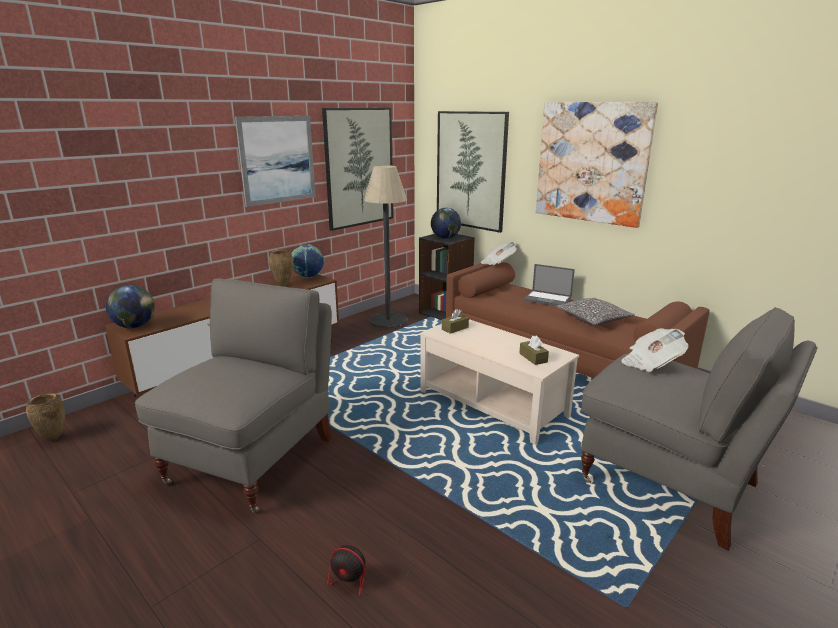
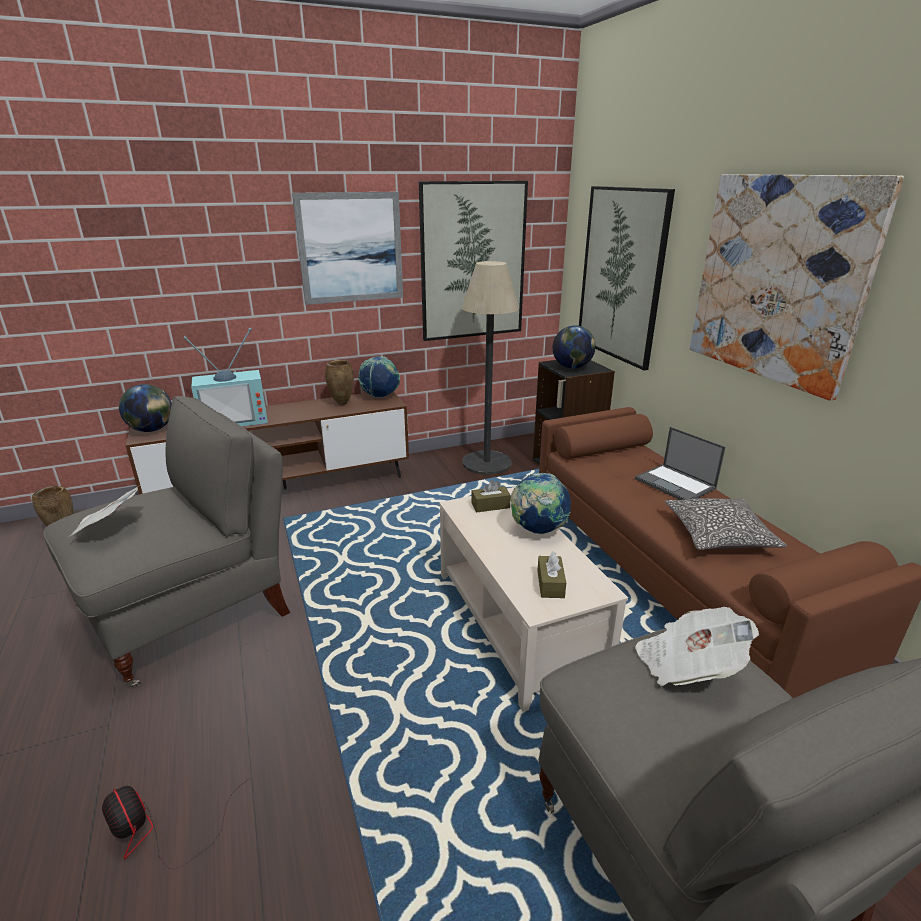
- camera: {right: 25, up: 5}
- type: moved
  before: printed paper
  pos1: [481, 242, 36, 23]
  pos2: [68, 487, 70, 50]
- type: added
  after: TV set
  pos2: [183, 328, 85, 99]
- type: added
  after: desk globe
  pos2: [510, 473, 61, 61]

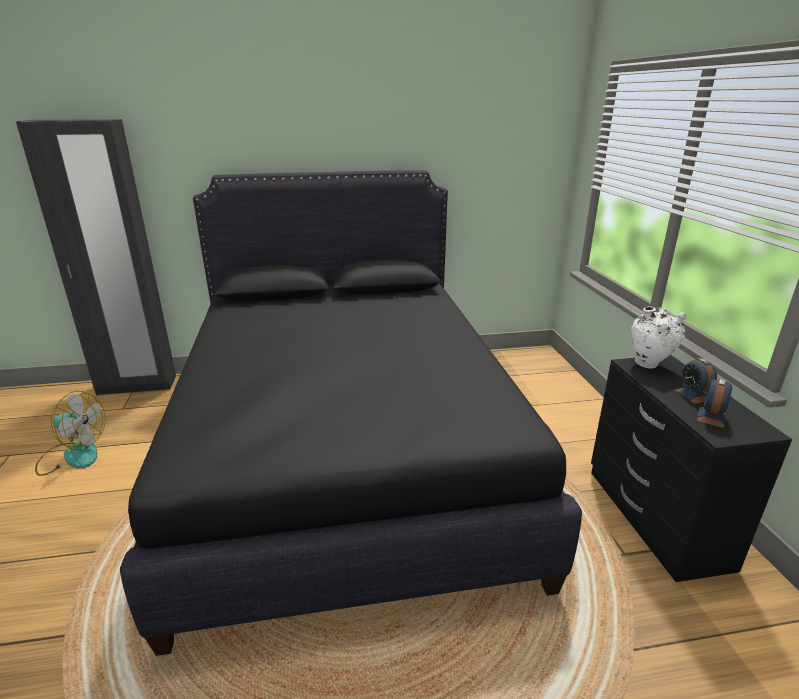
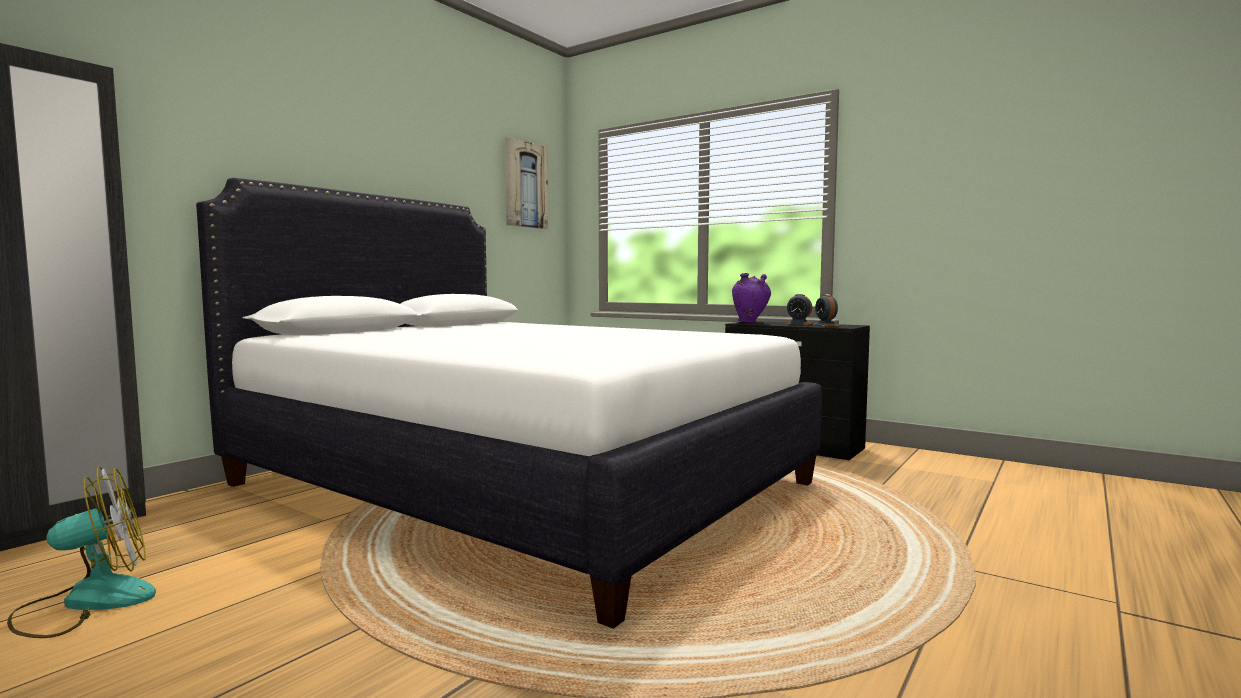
- camera: {right: -45, up: -20}
- type: recoloured
  before: bedroom bed in blackish
  after: bedroom bed in whitish
  pos1: [120, 170, 462, 486]
  pos2: [196, 178, 626, 451]
- type: added
  after: wall art
  pos2: [505, 137, 43, 92]
- type: recoloured
  before: flower vase in whitish
  after: flower vase in purple-coloured
  pos1: [631, 307, 55, 61]
  pos2: [732, 273, 39, 50]

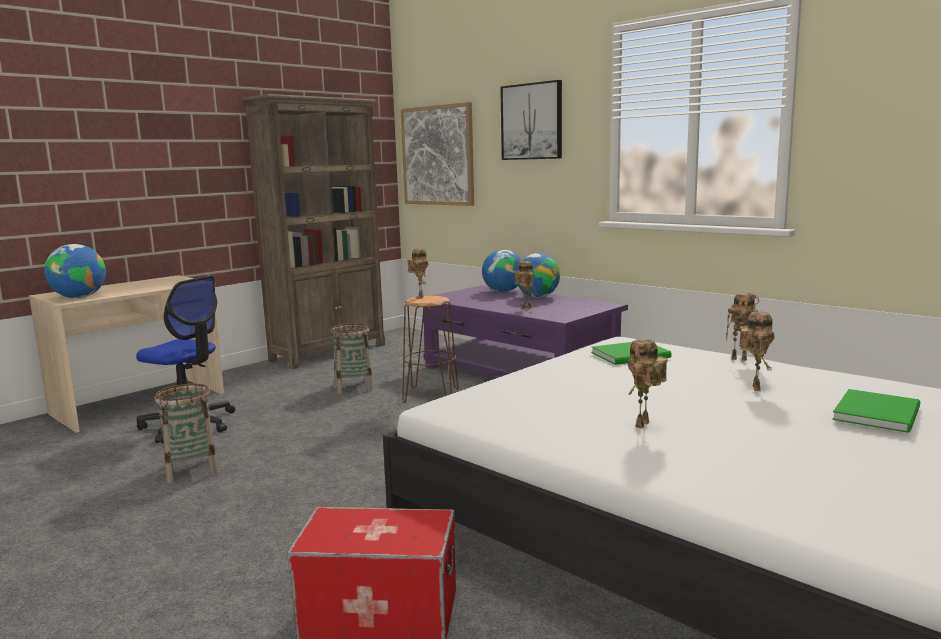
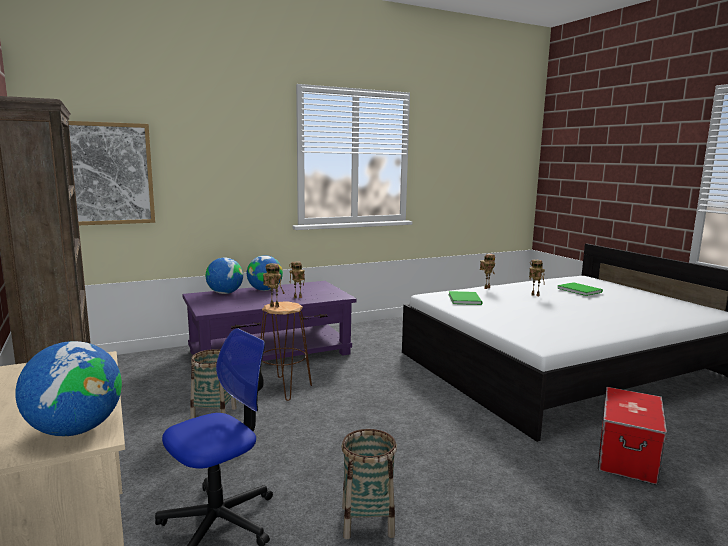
- camera: {right: -70, up: 0}
- type: removed
  before: wall art
  pos1: [500, 80, 62, 80]
- type: removed
  before: robot figure
  pos1: [628, 339, 39, 89]

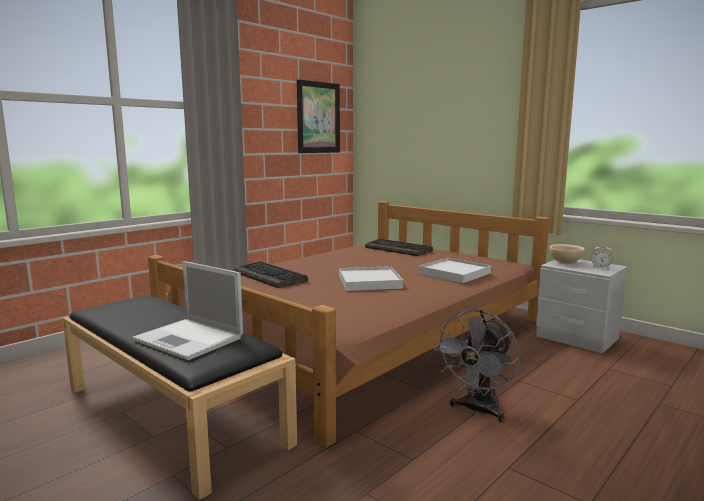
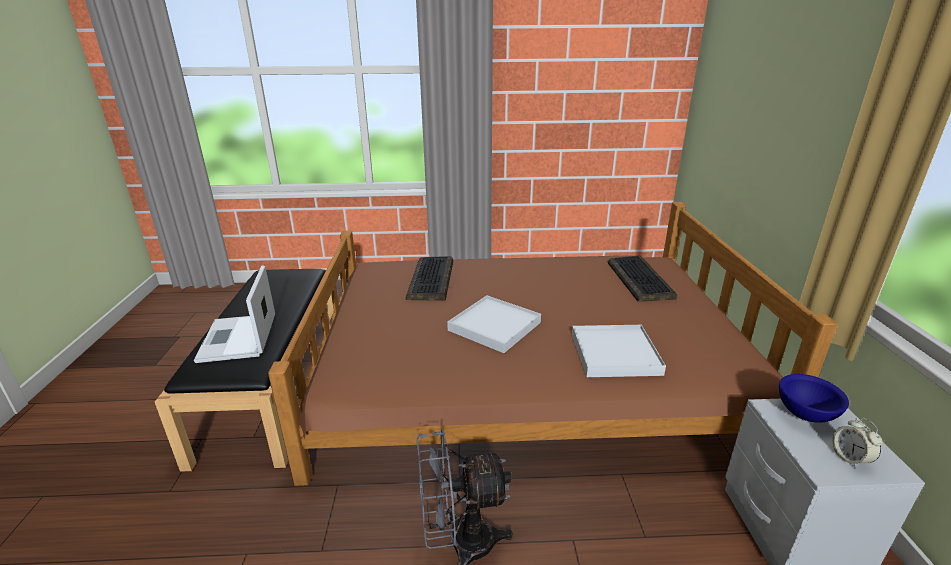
- camera: {right: 45, up: 15}
- type: recoloured
  before: deep dish in sand-coloured
  after: deep dish in blue-coloured
  pos1: [549, 244, 36, 20]
  pos2: [779, 374, 70, 49]
- type: removed
  before: wall art
  pos1: [297, 79, 43, 74]

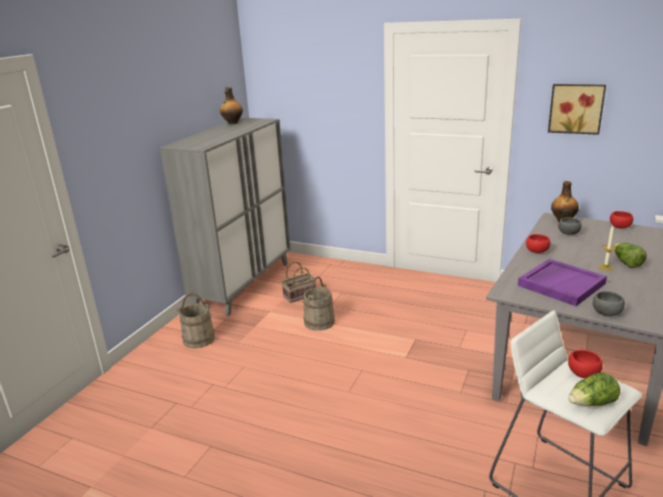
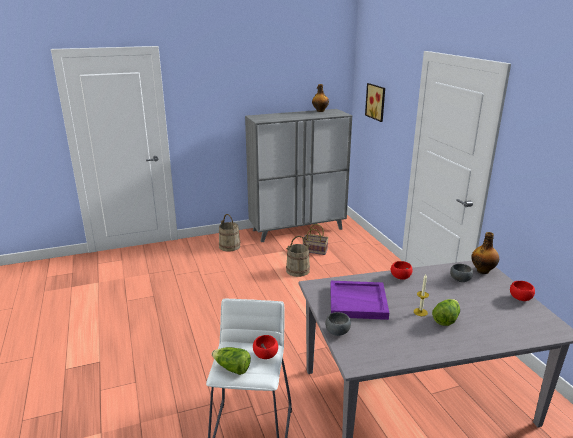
- camera: {right: 45, up: 0}
- type: moved
  before: wall art
  pos1: [548, 84, 58, 51]
  pos2: [365, 83, 20, 39]

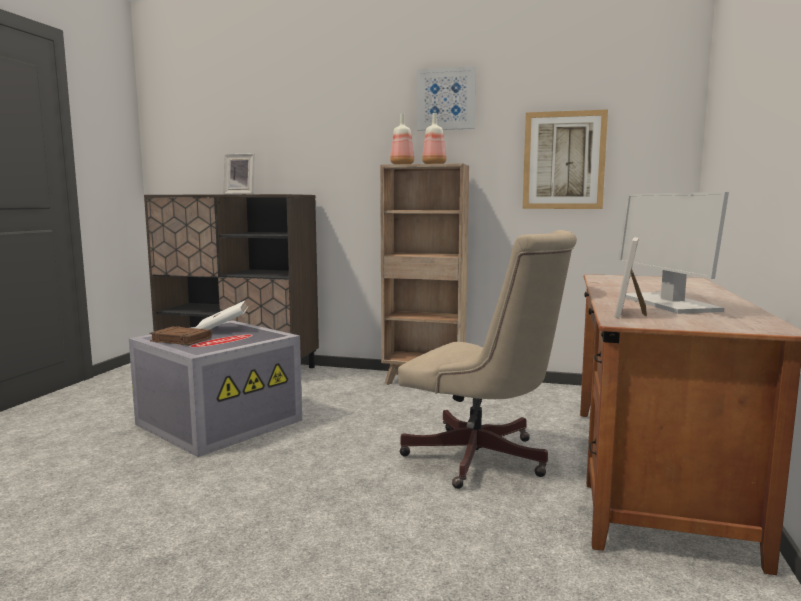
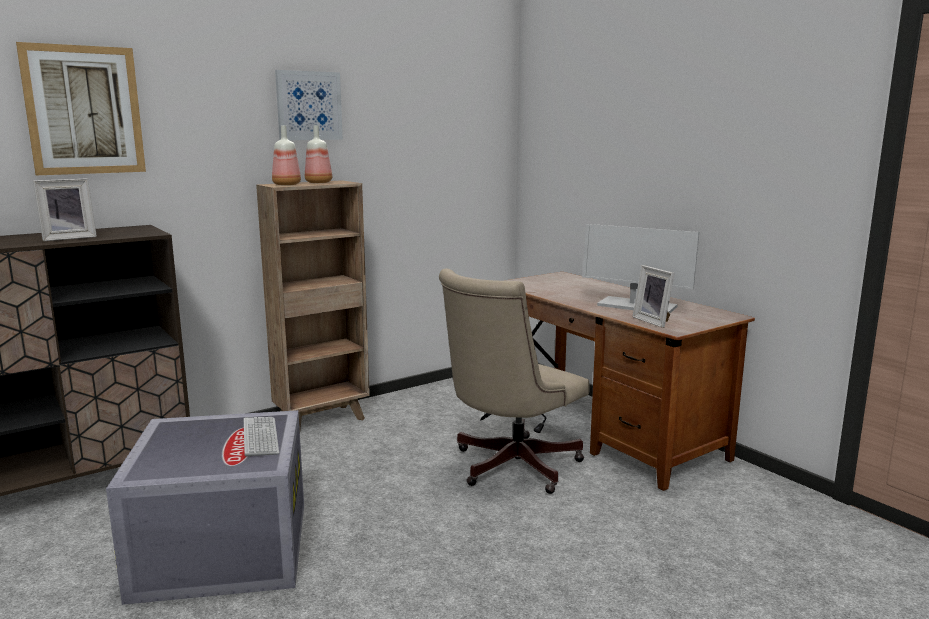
- camera: {right: -50, up: 5}
- type: moved
  before: wall art
  pos1: [523, 109, 85, 100]
  pos2: [16, 42, 130, 133]
- type: added
  after: keyboard
  pos2: [244, 417, 35, 39]
- type: turned
  before: desk chair in sand-coloured
  pos1: [398, 230, 179, 259]
  pos2: [439, 269, 151, 225]
  turn: 150
- type: removed
  before: book in brown-coloured
  pos1: [149, 326, 63, 19]
- type: removed
  before: book in whitish
  pos1: [195, 301, 53, 29]

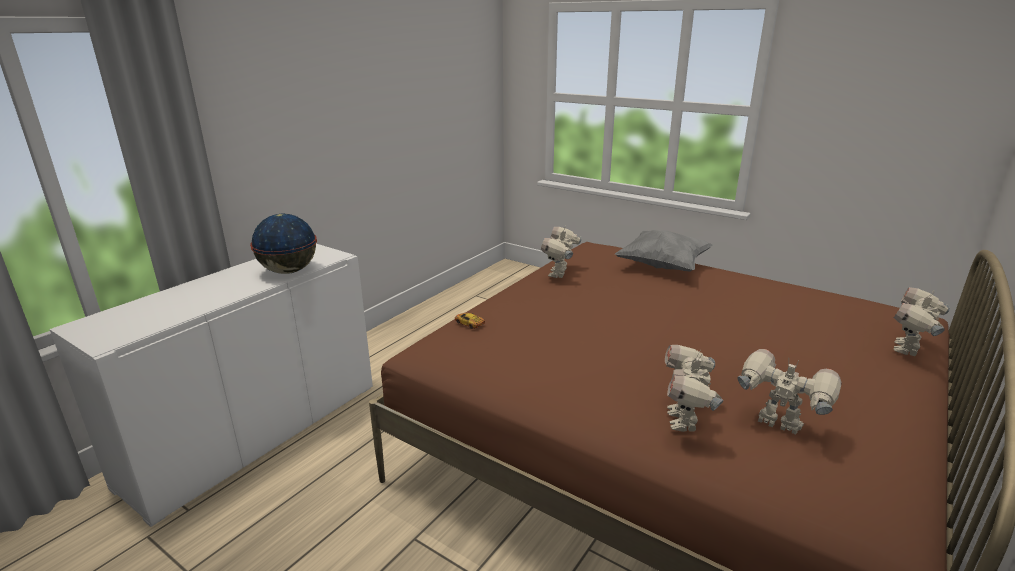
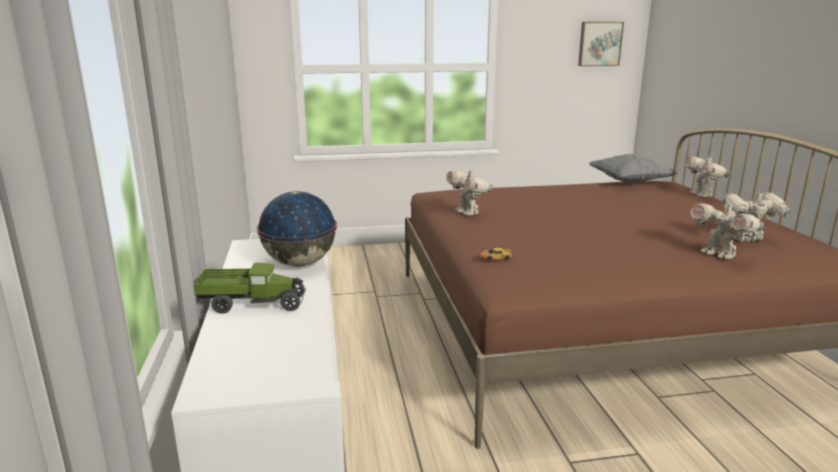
- camera: {right: -45, up: -5}
- type: added
  after: toy truck
  pos2: [193, 263, 113, 51]
- type: added
  after: wall art
  pos2: [578, 22, 46, 44]
- type: moved
  before: pillow in grey
  pos1: [615, 230, 98, 42]
  pos2: [588, 154, 89, 30]

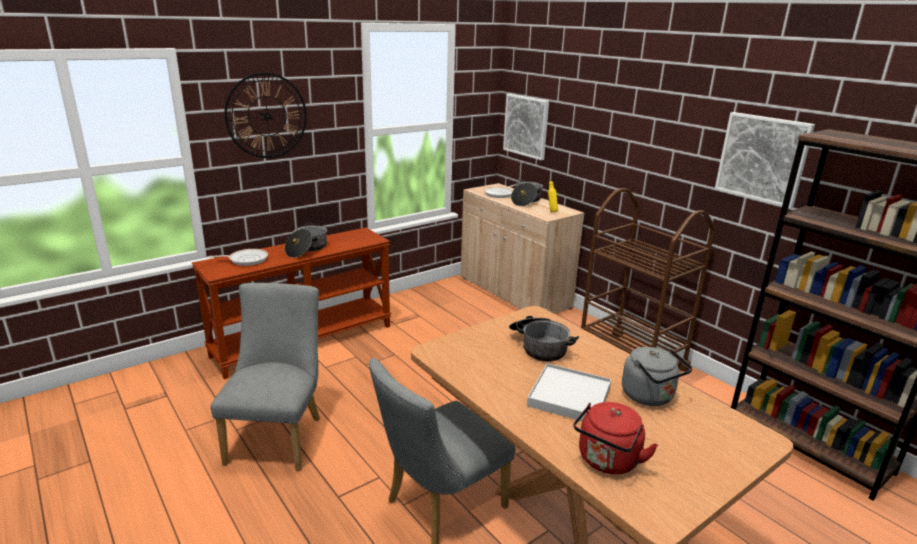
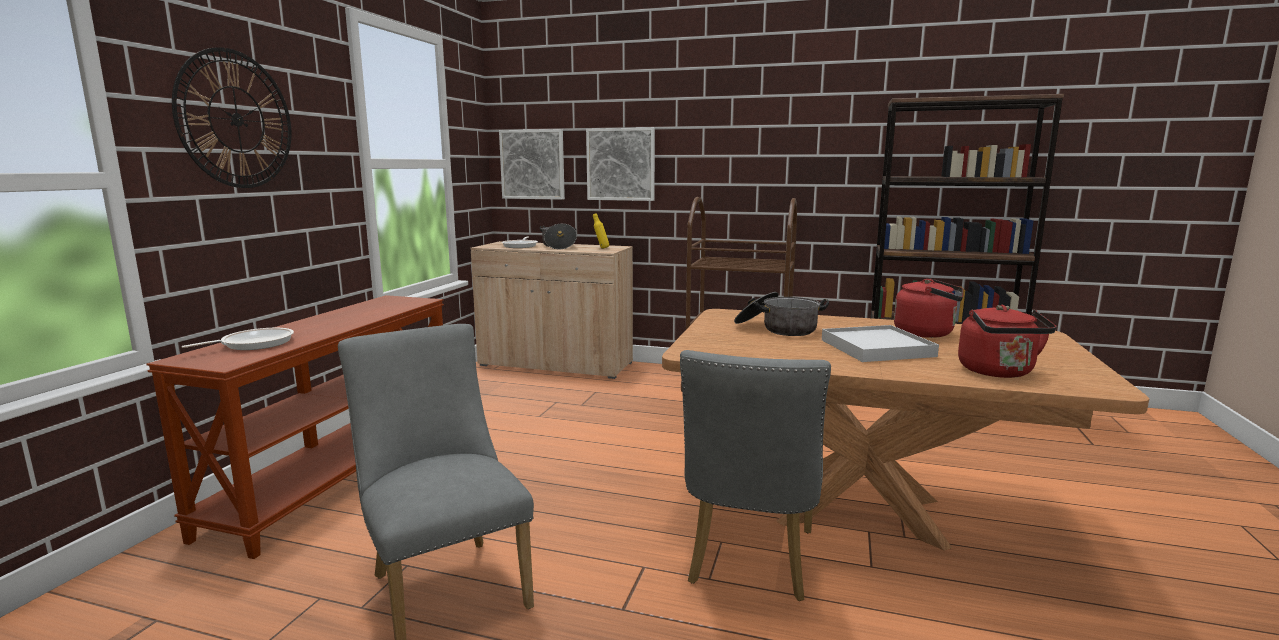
- camera: {right: -35, up: -10}
- type: moved
  before: wall art
  pos1: [715, 112, 100, 97]
  pos2: [586, 128, 69, 73]
- type: recoloured
  before: kettle in grey
  after: kettle in red-coloured
  pos1: [622, 347, 71, 59]
  pos2: [894, 278, 69, 60]
- type: removed
  before: stockpot
  pos1: [285, 223, 42, 35]

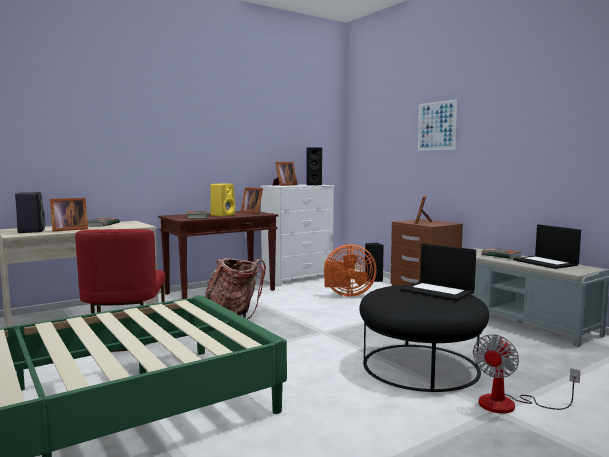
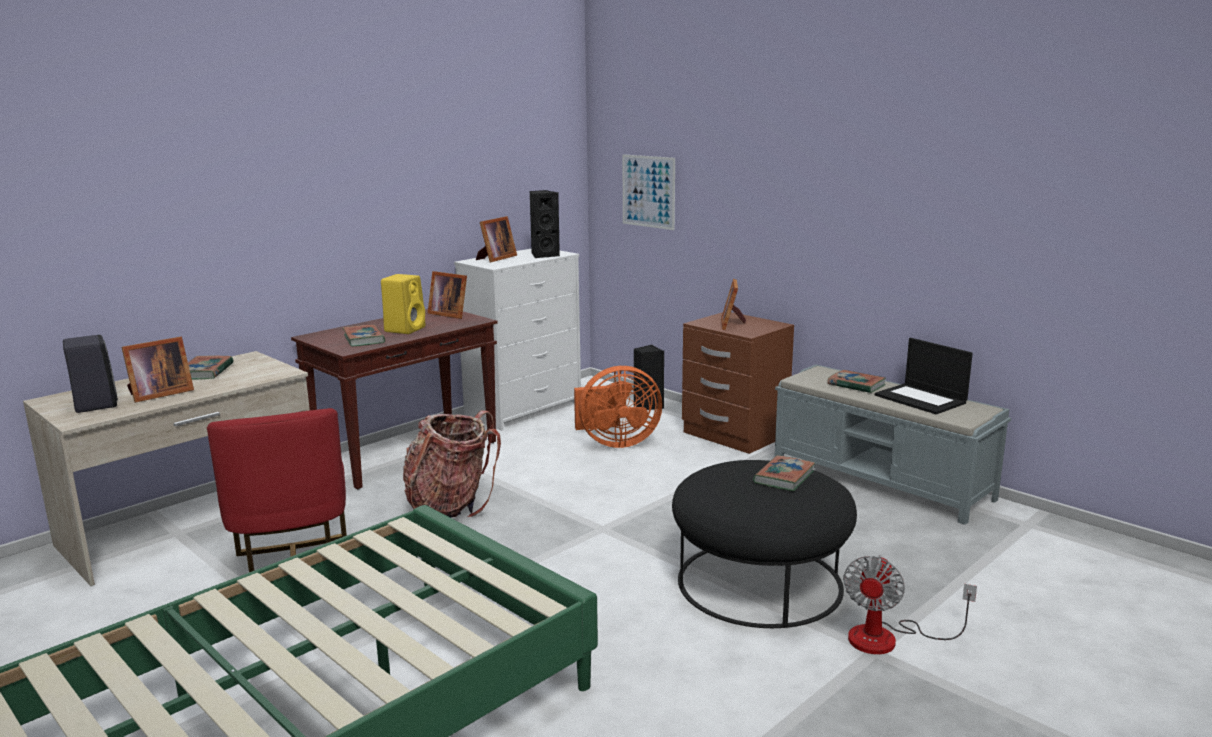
- camera: {right: -10, up: 10}
- type: moved
  before: wall art
  pos1: [418, 99, 39, 52]
  pos2: [622, 154, 53, 76]
- type: replaced
  before: notebook computer
  after: book
  pos1: [400, 243, 76, 58]
  pos2: [753, 455, 62, 36]

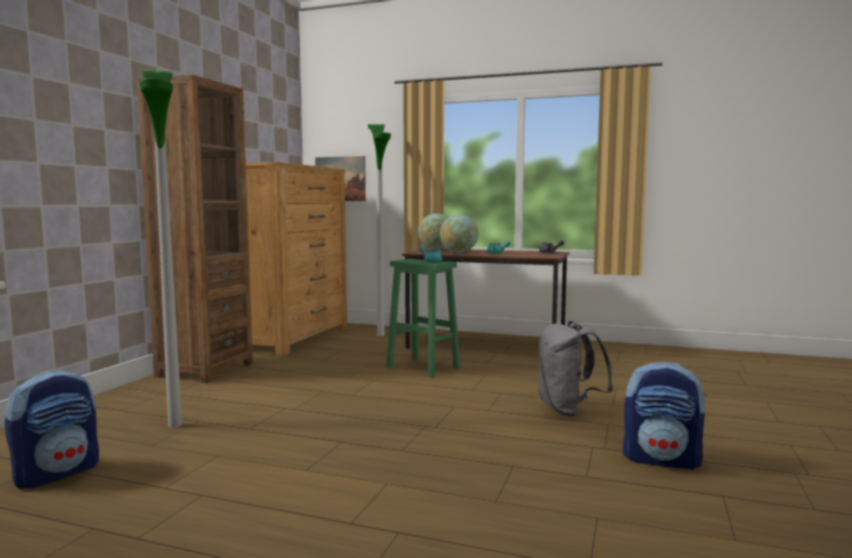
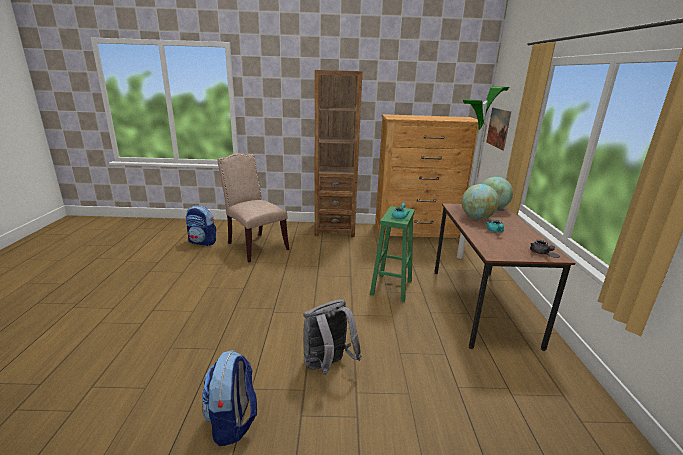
- camera: {right: 70, up: 15}
- type: replaced
  before: standard lamp
  after: upright chair in sand-coloured
  pos1: [139, 70, 43, 358]
  pos2: [217, 153, 73, 109]

